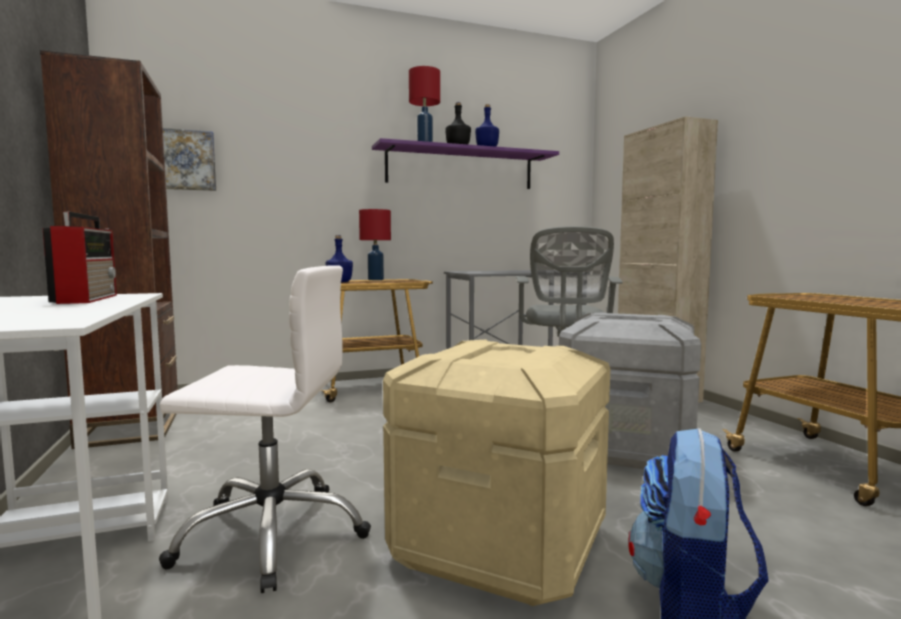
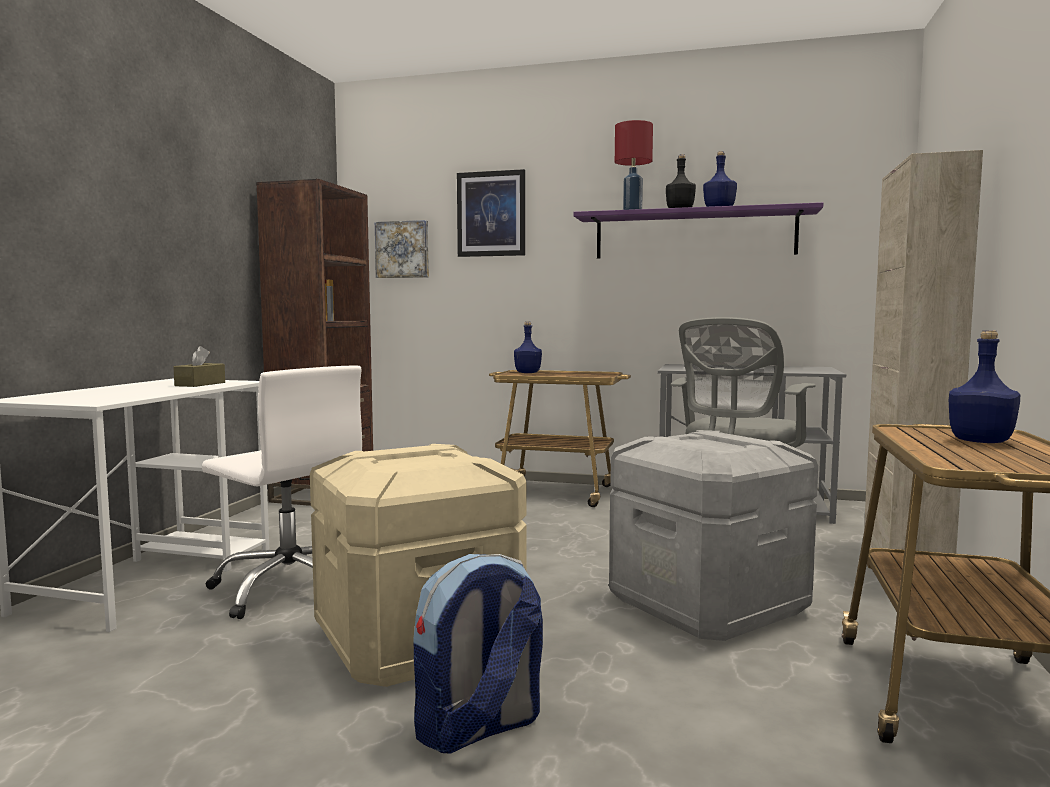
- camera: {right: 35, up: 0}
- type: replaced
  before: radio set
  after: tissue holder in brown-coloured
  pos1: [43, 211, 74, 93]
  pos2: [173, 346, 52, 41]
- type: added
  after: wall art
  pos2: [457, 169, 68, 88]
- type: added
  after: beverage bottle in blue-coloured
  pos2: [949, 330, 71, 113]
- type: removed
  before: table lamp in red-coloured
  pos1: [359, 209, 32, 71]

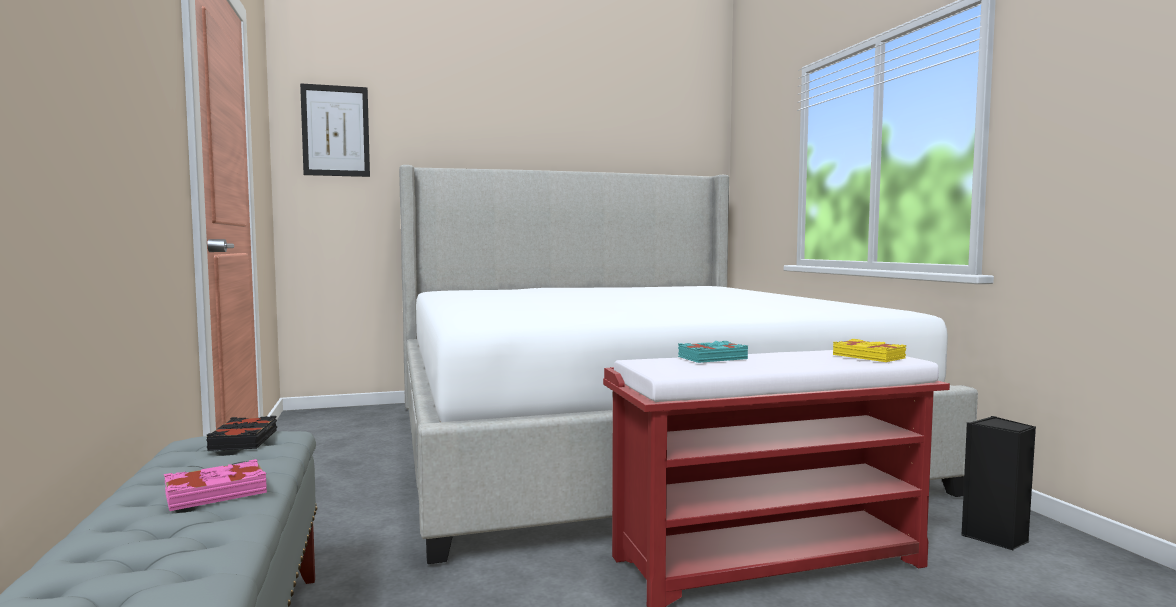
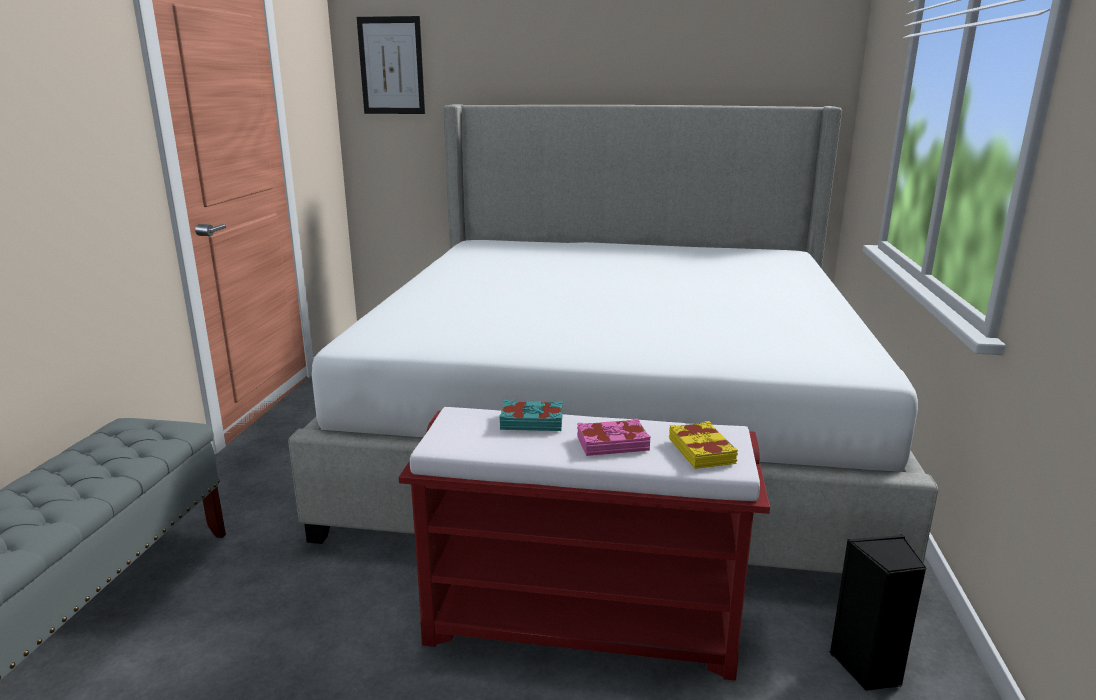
- camera: {right: 25, up: 15}
- type: moved
  before: book in pink-coloured
  pos1: [164, 459, 103, 52]
  pos2: [577, 419, 73, 37]
- type: removed
  before: book in blackish
  pos1: [206, 416, 71, 35]

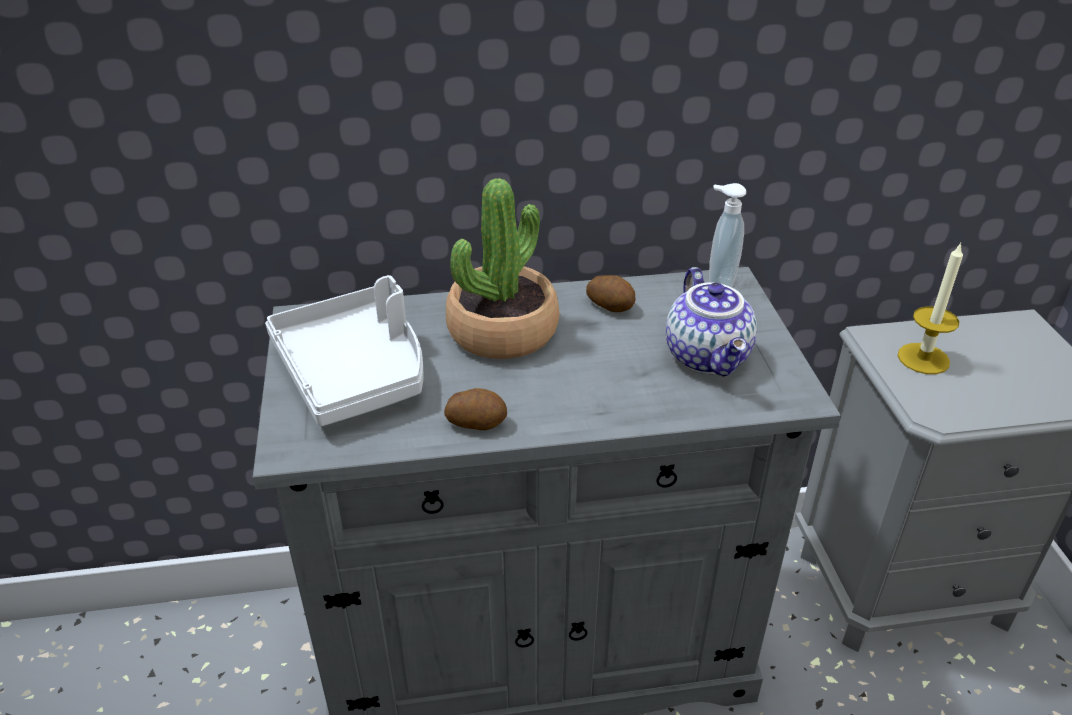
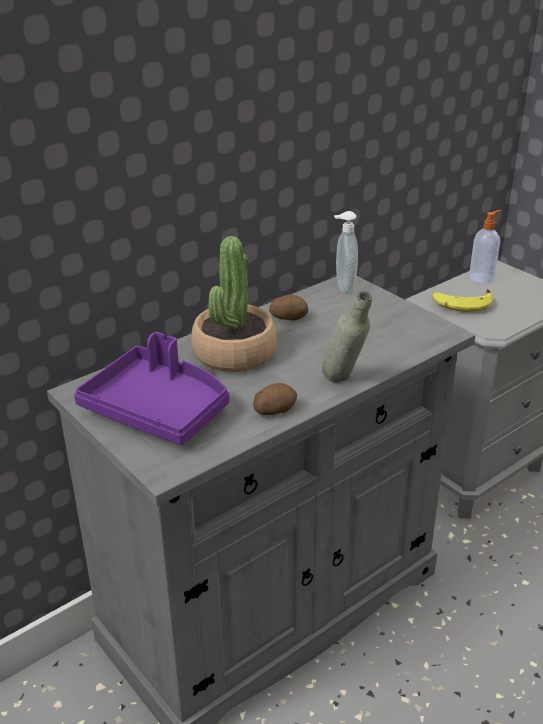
- camera: {right: -30, up: -5}
- type: recoloured
  before: serving tray in grey
  after: serving tray in purple-coloured
  pos1: [265, 275, 159, 152]
  pos2: [74, 332, 155, 113]
- type: added
  after: beverage bottle in grey
  pos2: [322, 291, 50, 92]
- type: replaced
  before: wax candle
  after: banana
  pos1: [897, 243, 66, 131]
  pos2: [432, 288, 62, 24]
- type: added
  after: soap dispenser
  pos2: [469, 210, 33, 74]
- type: removed
  before: teapot
  pos1: [666, 267, 91, 109]

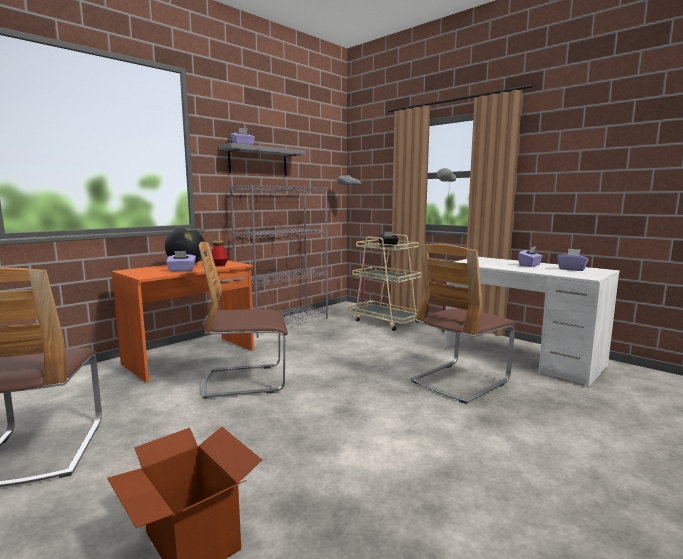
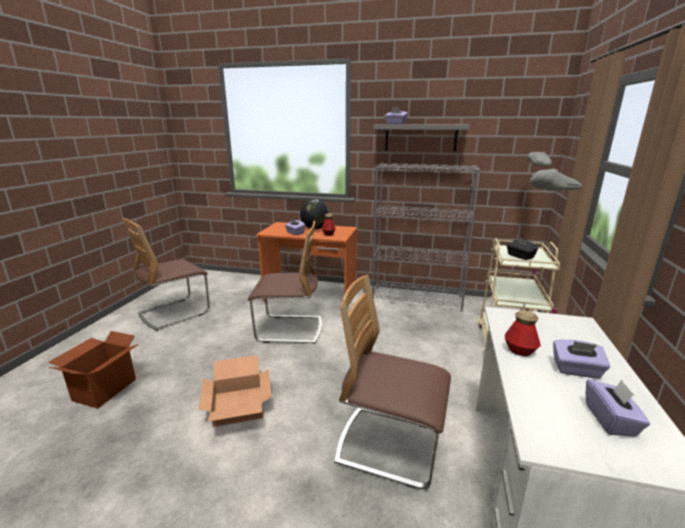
- camera: {right: 60, up: 10}
- type: added
  after: cardboard box
  pos2: [199, 355, 73, 72]
- type: turned
  before: upright chair
  pos1: [199, 242, 89, 157]
  pos2: [248, 221, 74, 123]
  turn: 135
- type: added
  after: beverage bottle
  pos2: [505, 310, 36, 46]

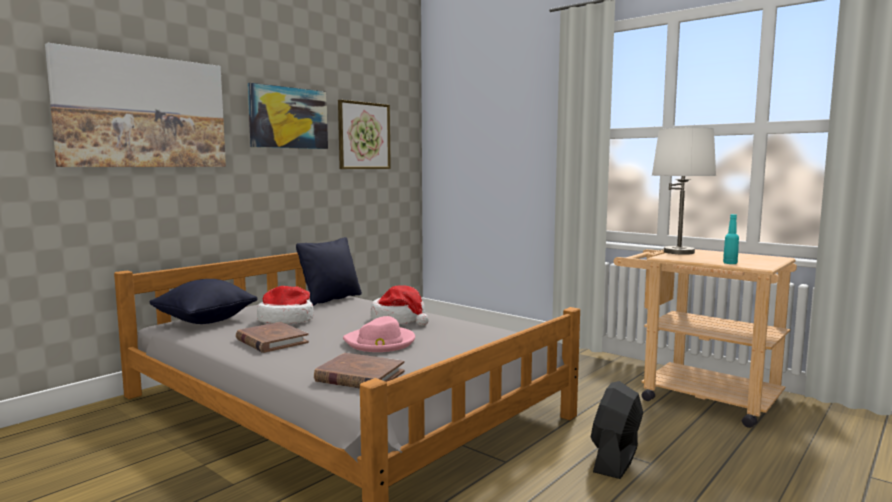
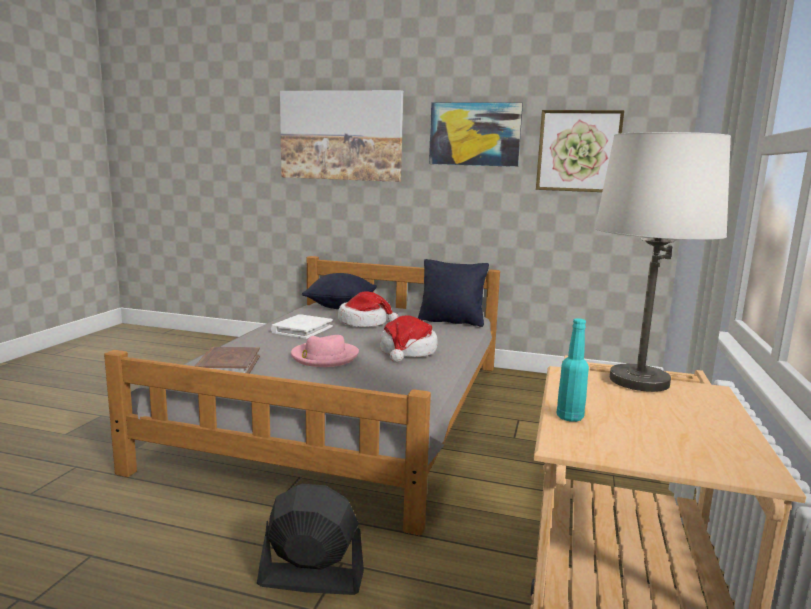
- camera: {right: 65, up: 5}
- type: recoloured
  before: book in brown-coloured
  after: book in whitish
  pos1: [236, 322, 73, 31]
  pos2: [270, 314, 63, 25]

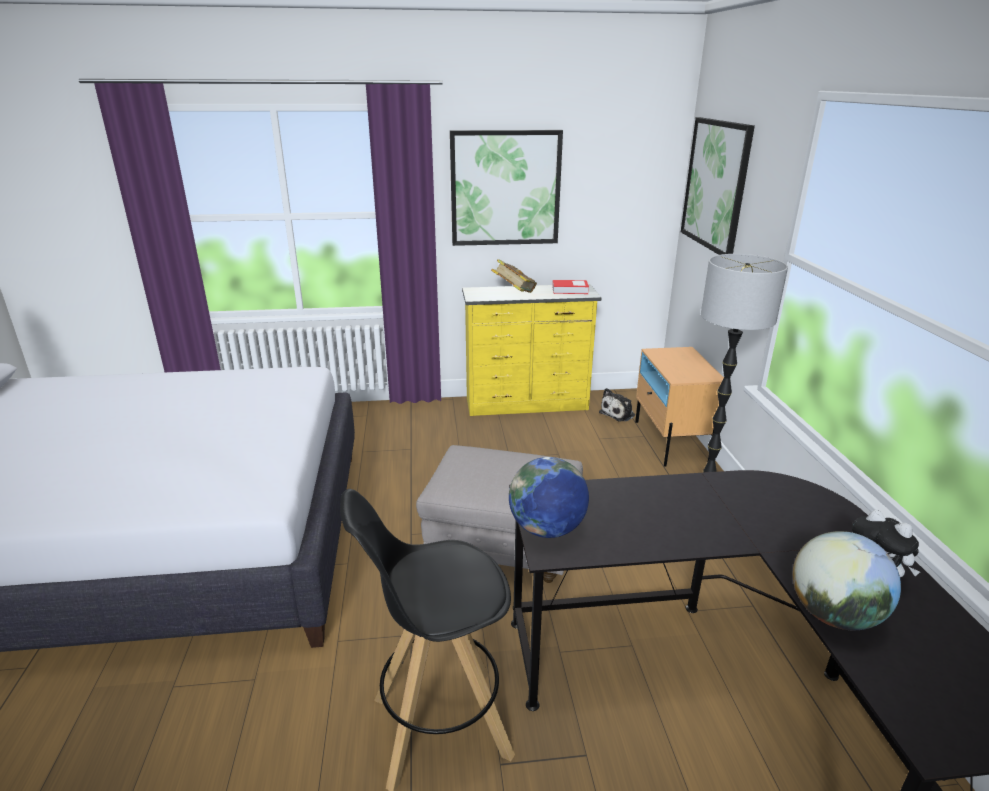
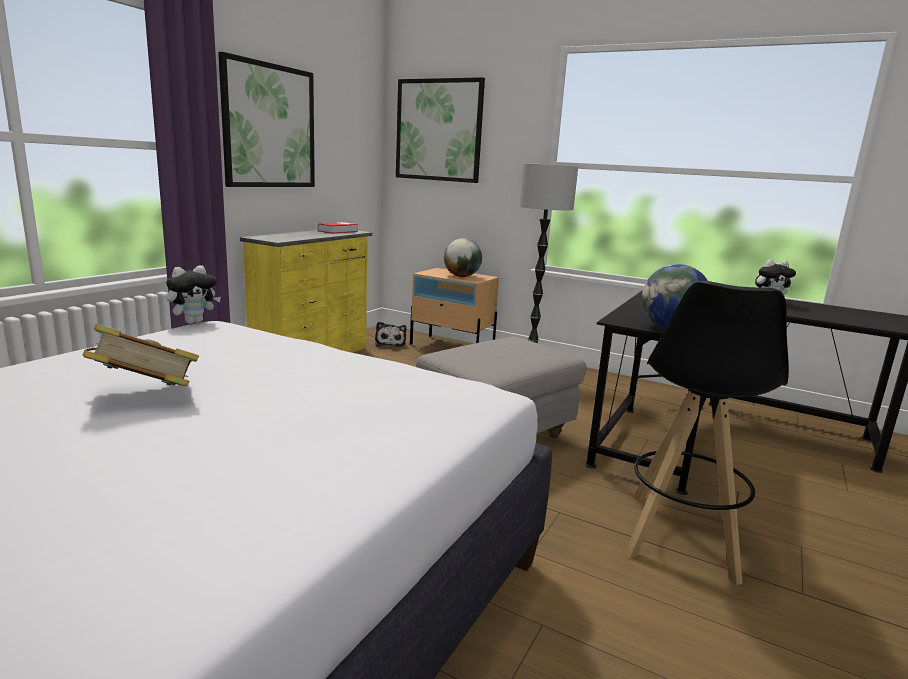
- camera: {right: -55, up: -10}
- type: moved
  before: book
  pos1: [491, 259, 46, 34]
  pos2: [82, 324, 117, 63]
- type: added
  after: plush toy
  pos2: [166, 265, 55, 59]
- type: moved
  before: desk globe
  pos1: [793, 531, 108, 99]
  pos2: [444, 238, 38, 39]

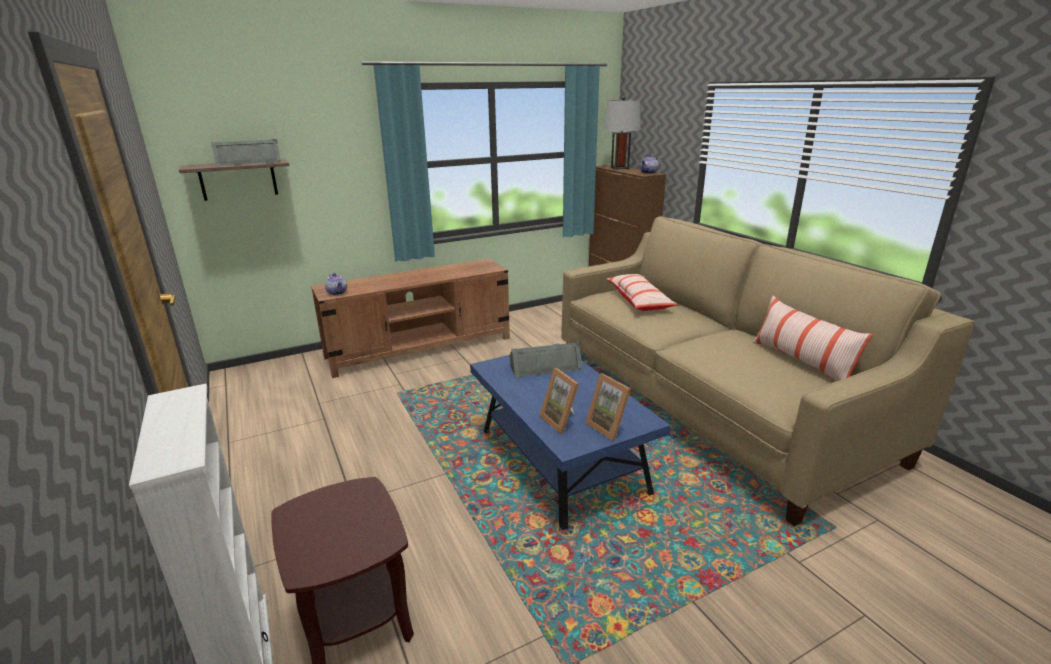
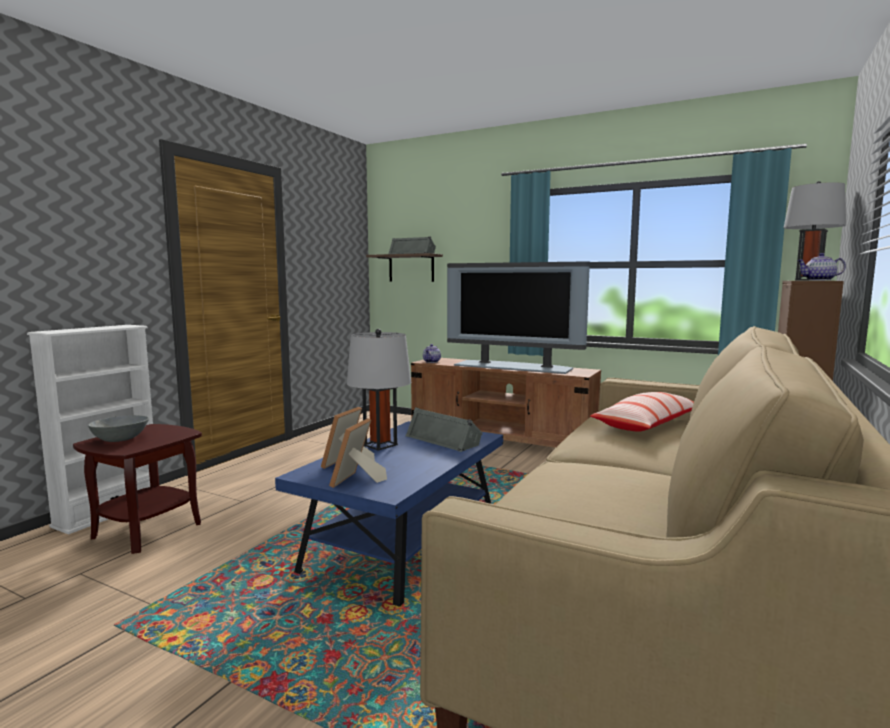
- camera: {right: 55, up: -15}
- type: added
  after: deep dish in grey
  pos2: [88, 415, 61, 27]
- type: added
  after: table lamp in grey
  pos2: [347, 329, 64, 122]
- type: added
  after: TV set
  pos2: [447, 262, 143, 112]
- type: removed
  before: pillow
  pos1: [752, 295, 121, 86]

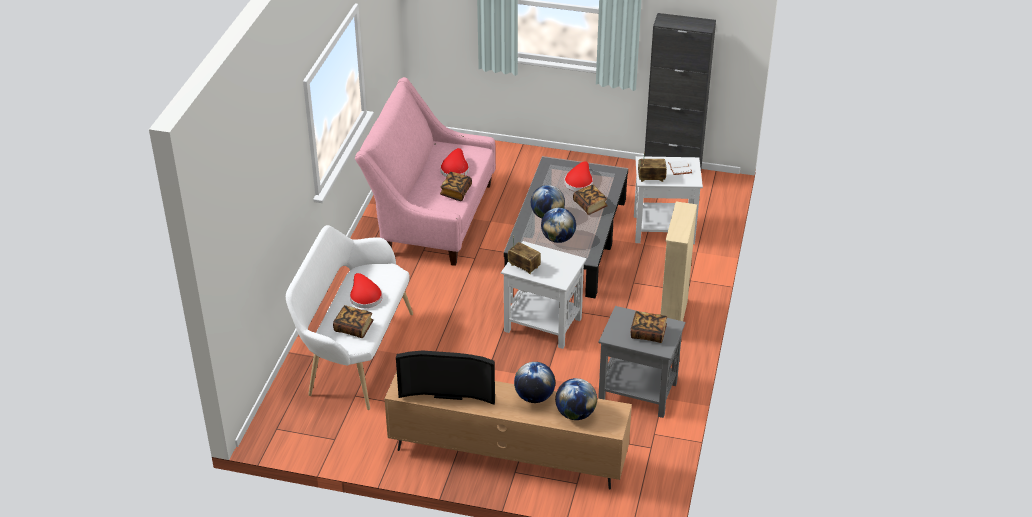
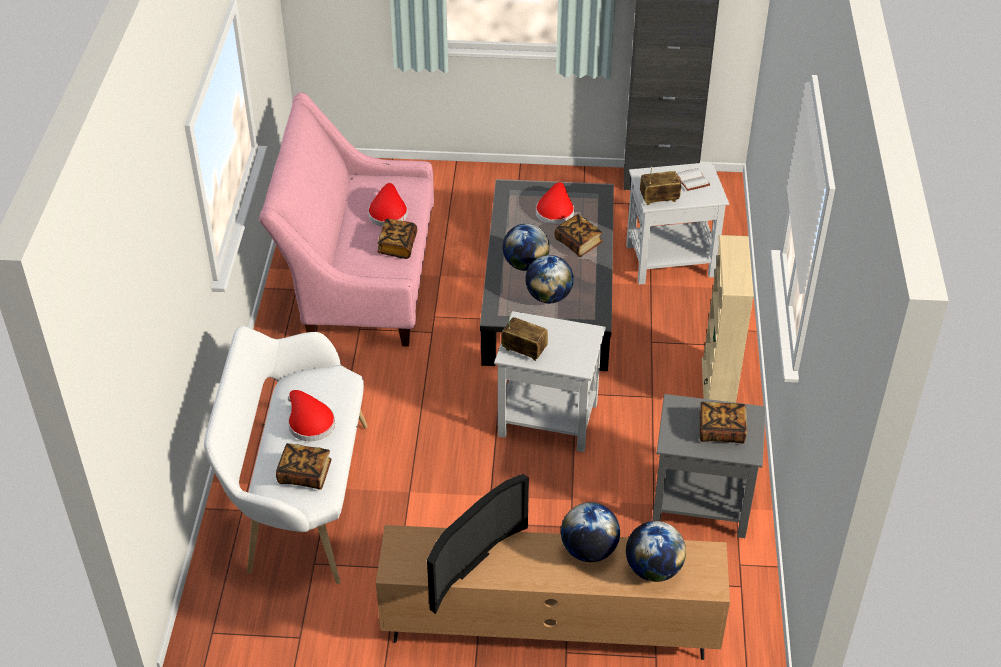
- camera: {right: -10, up: 5}
- type: turned
  before: TV set
  pos1: [396, 351, 99, 54]
  pos2: [427, 474, 102, 140]
  turn: -45

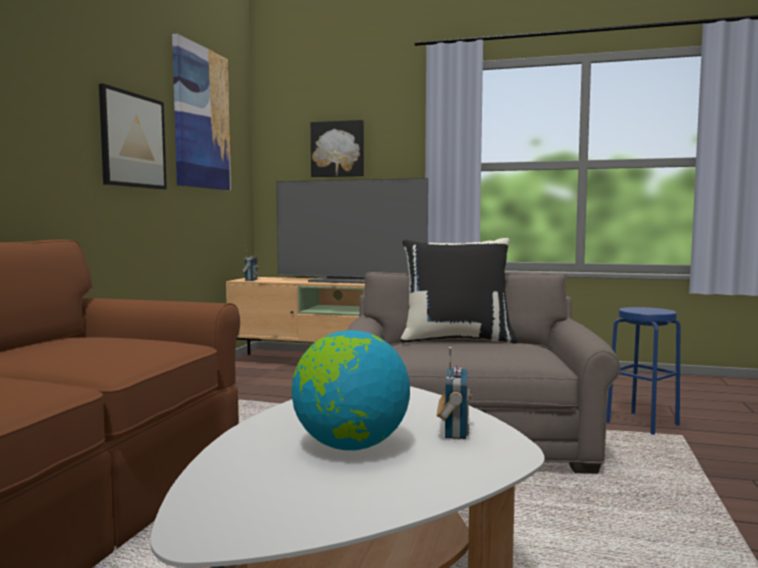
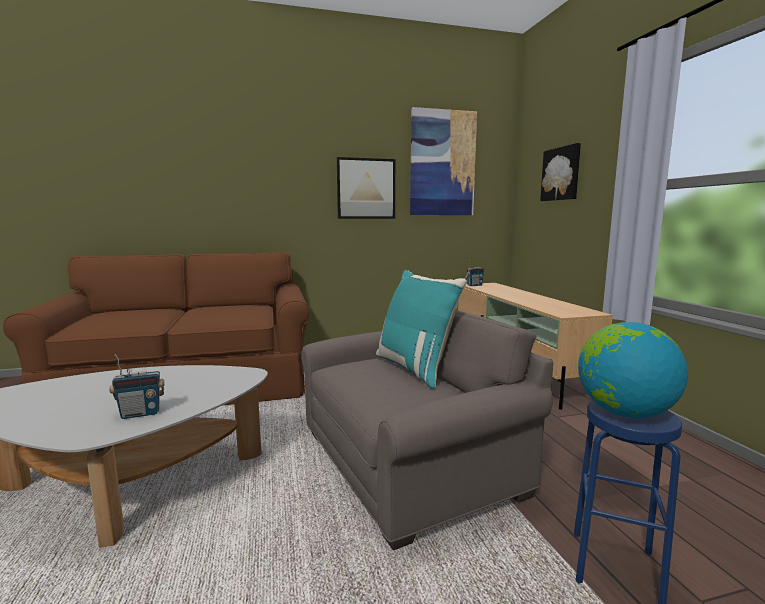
- camera: {right: 60, up: 5}
- type: recoloured
  before: pillow in blackish
  after: pillow in turquoise
  pos1: [400, 238, 118, 106]
  pos2: [376, 270, 91, 119]
- type: moved
  before: desk globe
  pos1: [291, 330, 119, 121]
  pos2: [578, 322, 110, 96]
- type: removed
  before: TV set
  pos1: [276, 178, 152, 106]

